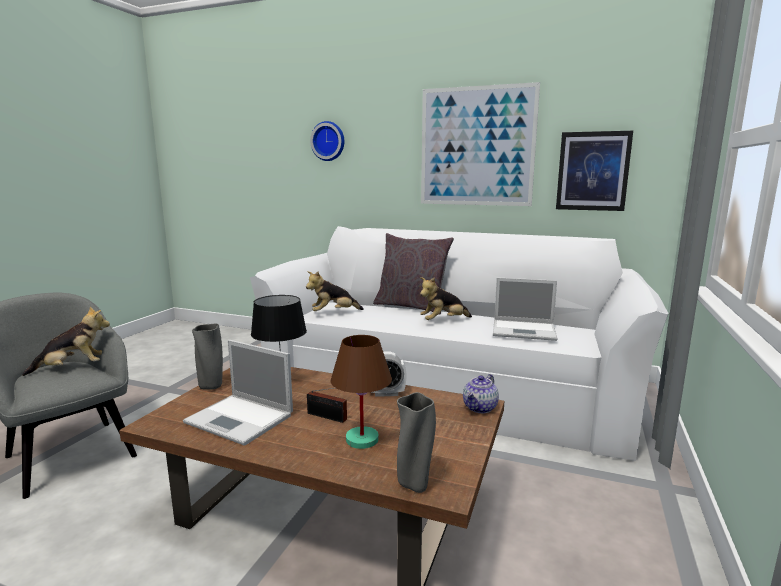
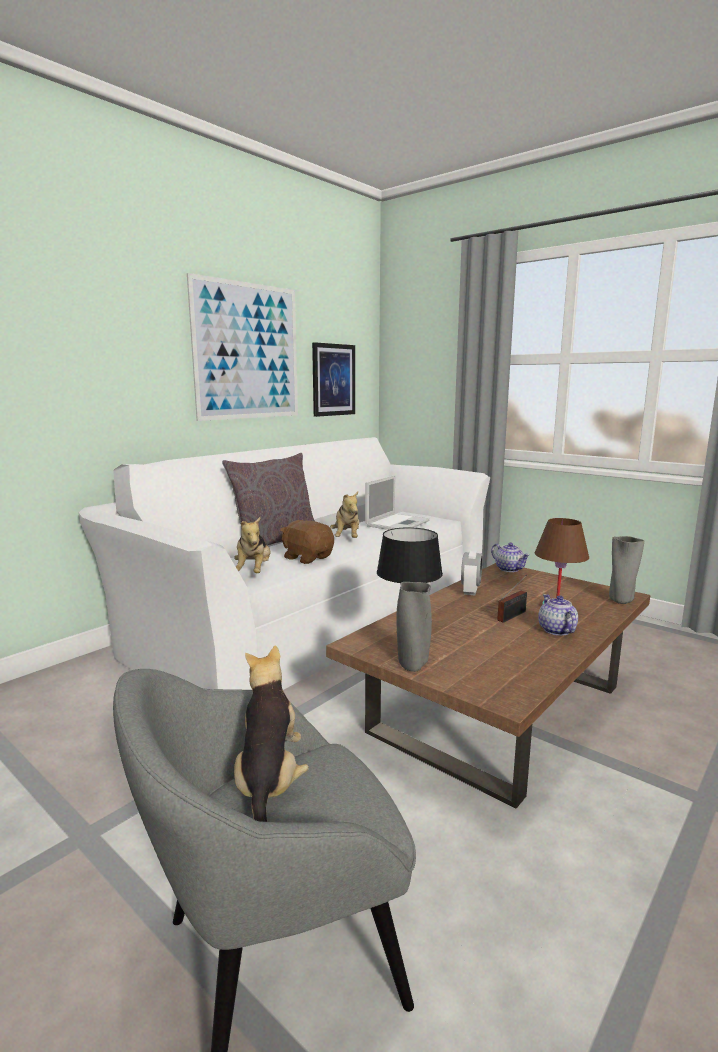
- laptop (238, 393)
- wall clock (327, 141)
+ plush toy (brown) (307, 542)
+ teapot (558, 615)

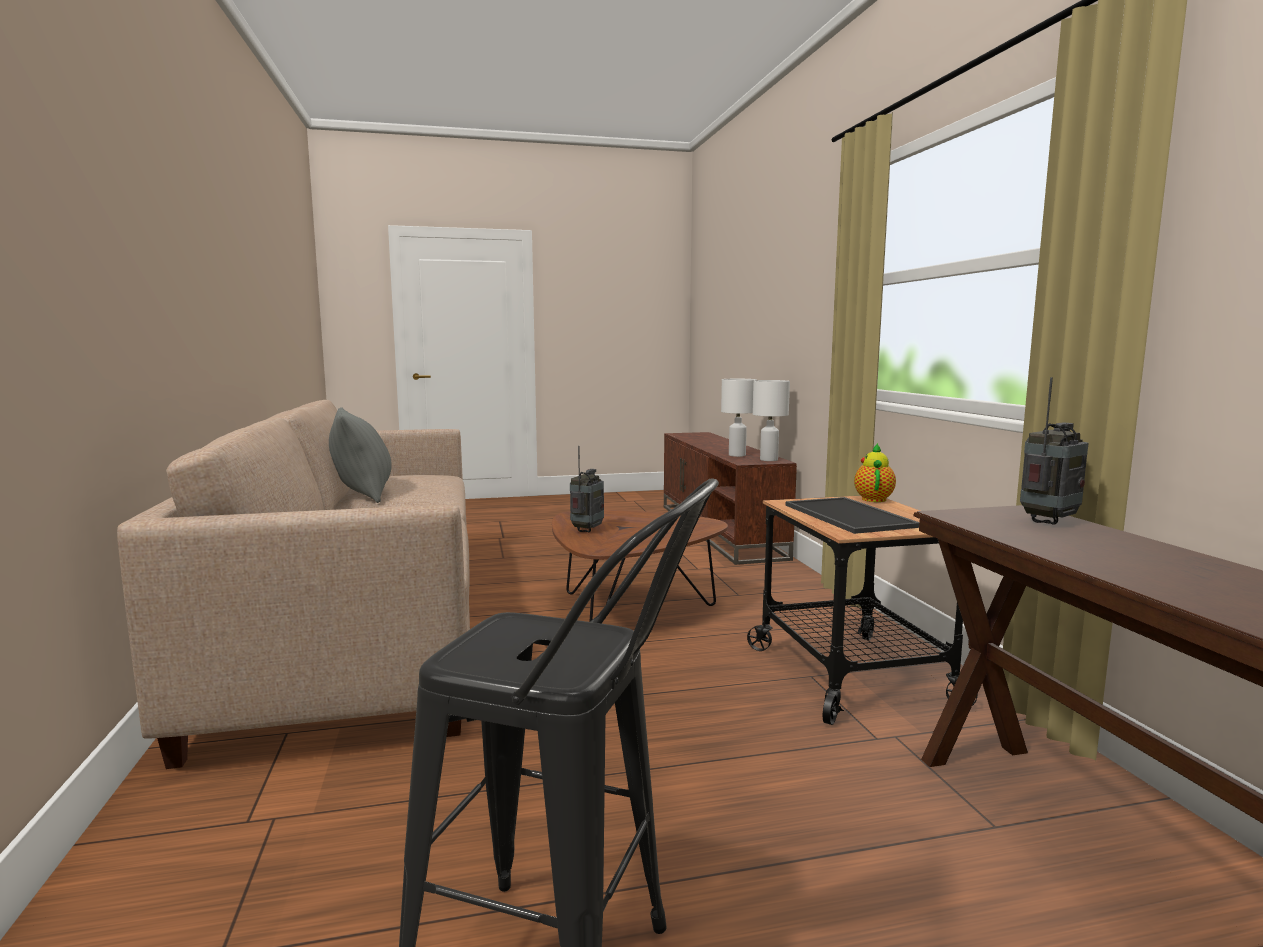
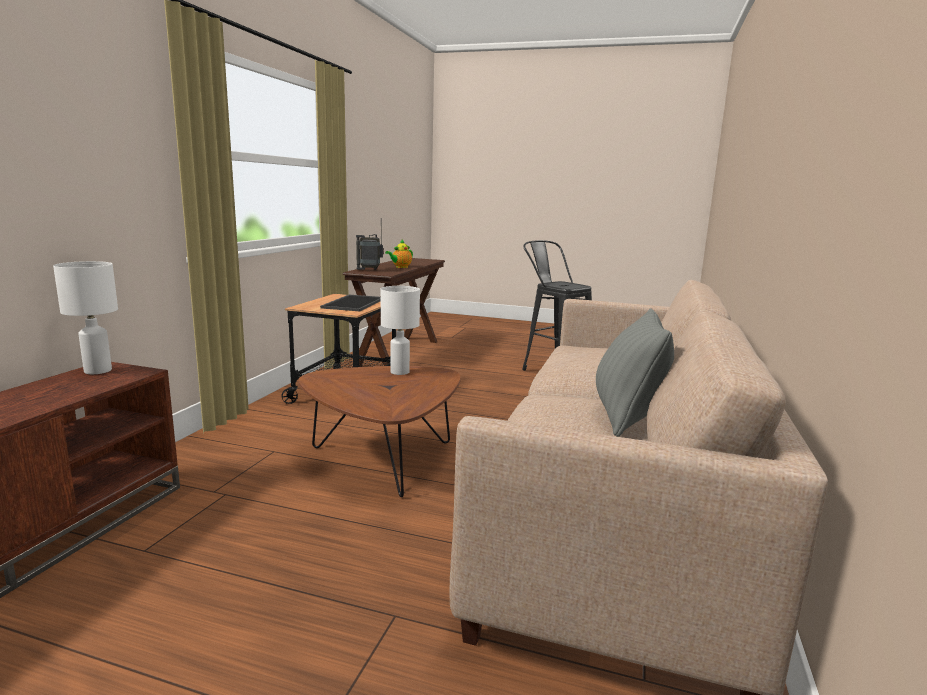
- radio (587, 489)
~ table lamp (white) (739, 418) to (400, 330)
~ teapot (875, 472) to (399, 254)

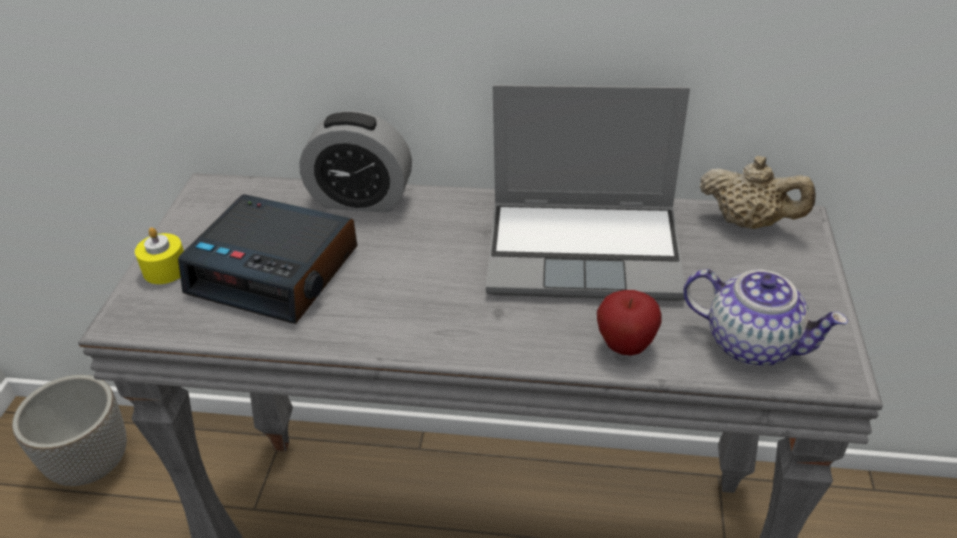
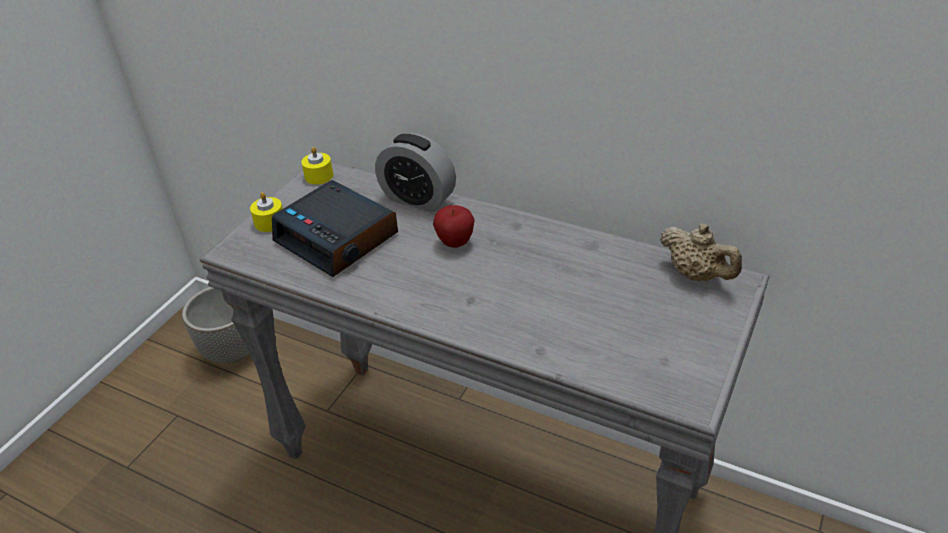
- laptop (588, 193)
- teapot (765, 317)
+ candle (yellow) (317, 165)
~ apple (629, 322) to (454, 226)

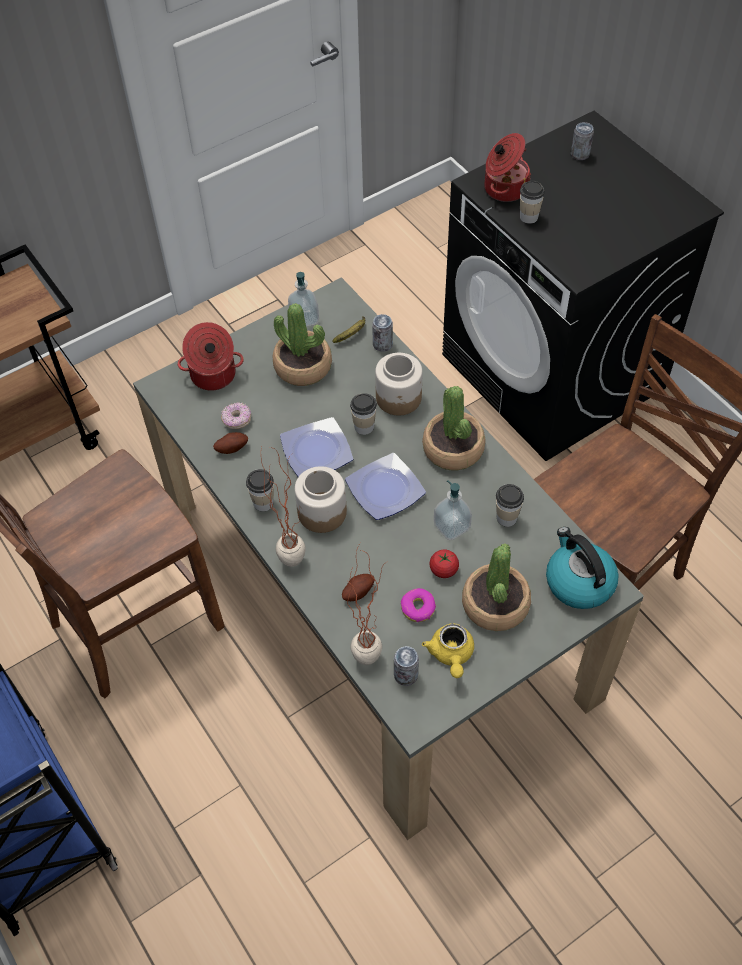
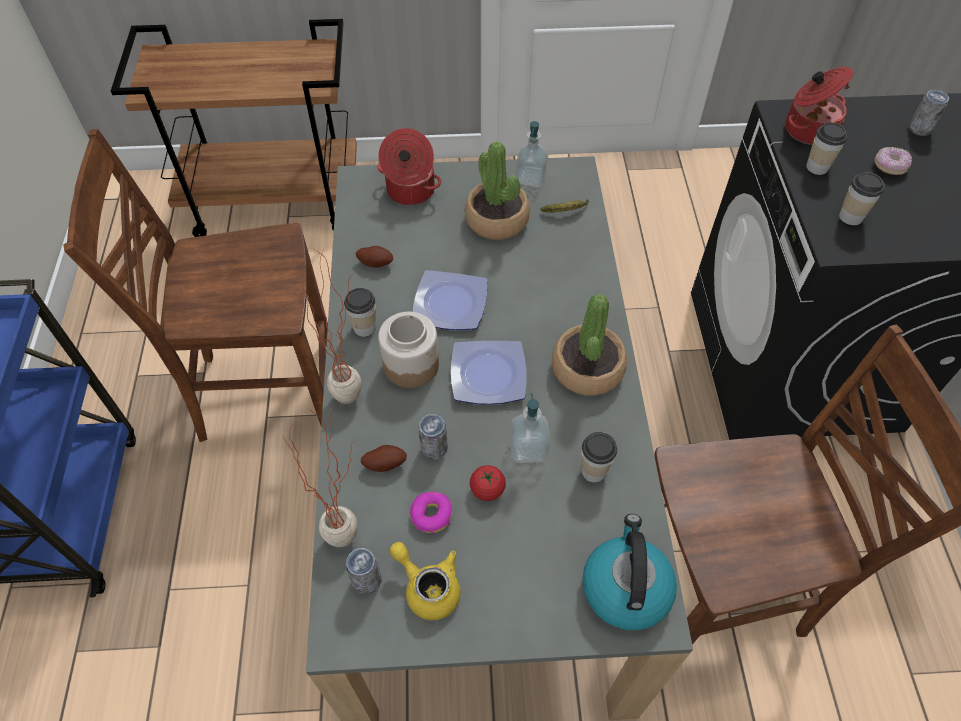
- jar (399, 384)
- potted plant (496, 587)
~ donut (236, 415) to (893, 161)
~ cup (363, 414) to (862, 198)
~ can (382, 333) to (433, 437)
~ teapot (yellow) (448, 650) = (425, 581) 105 degrees clockwise

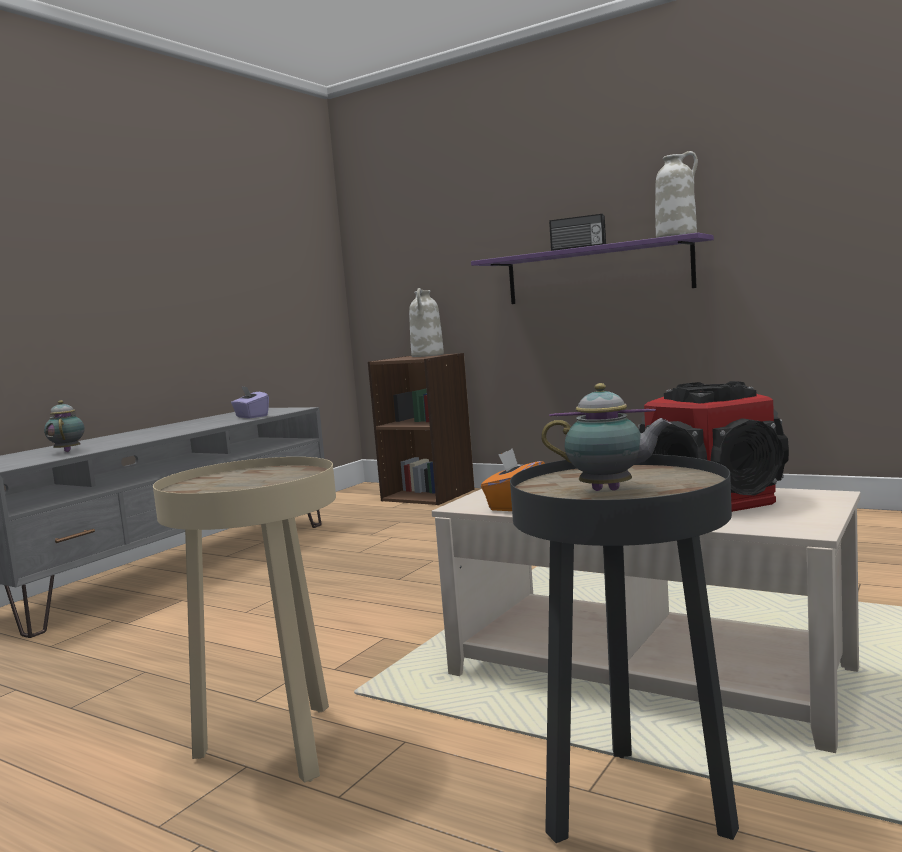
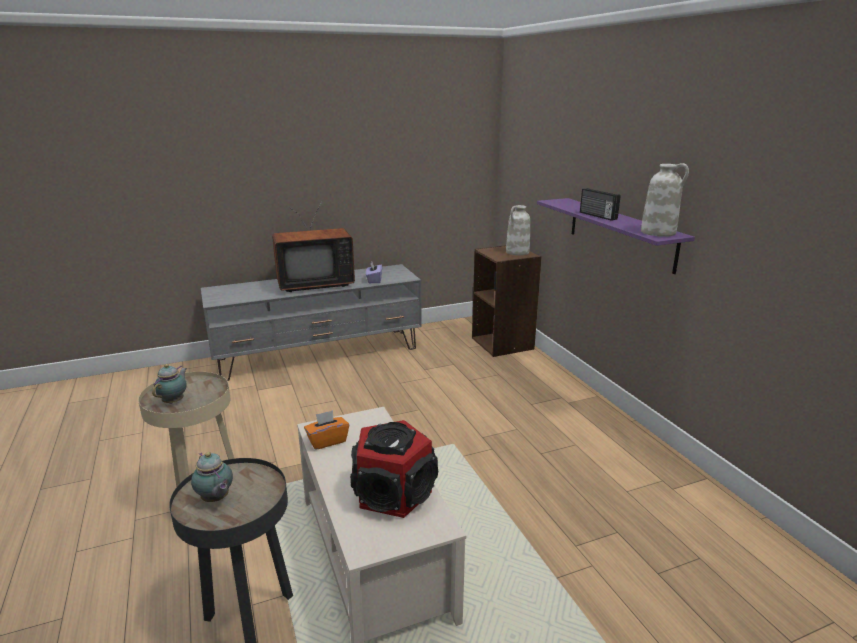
+ television (313, 247)
~ teapot (64, 426) to (169, 384)

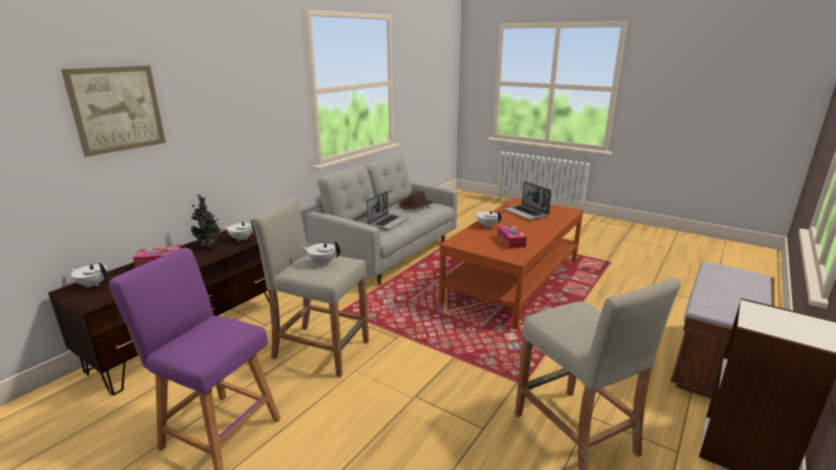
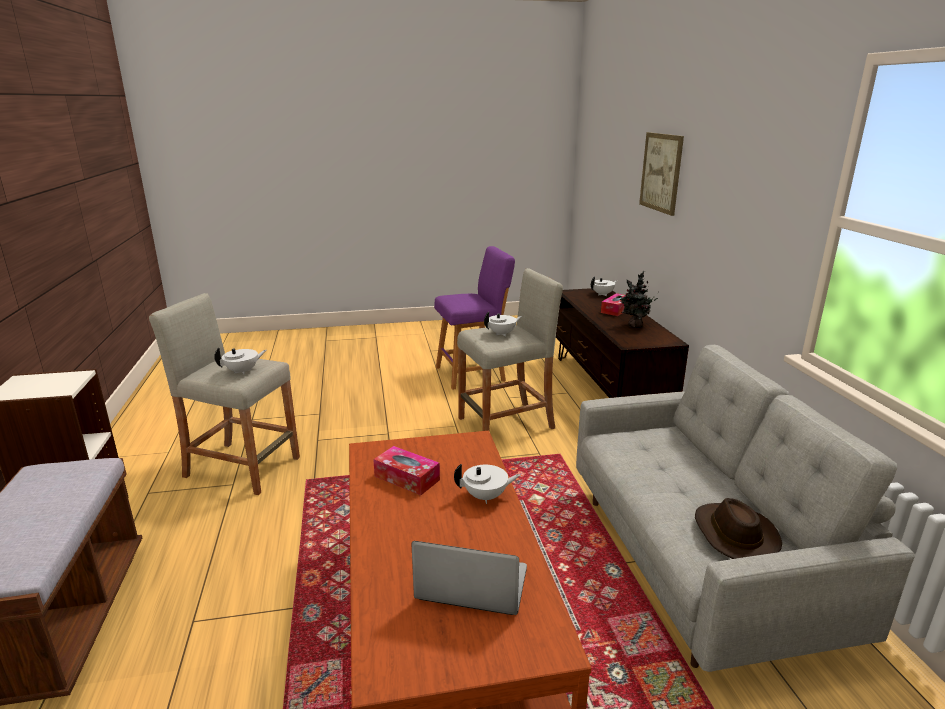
- laptop (388, 210)
~ teapot (white) (239, 231) to (240, 361)

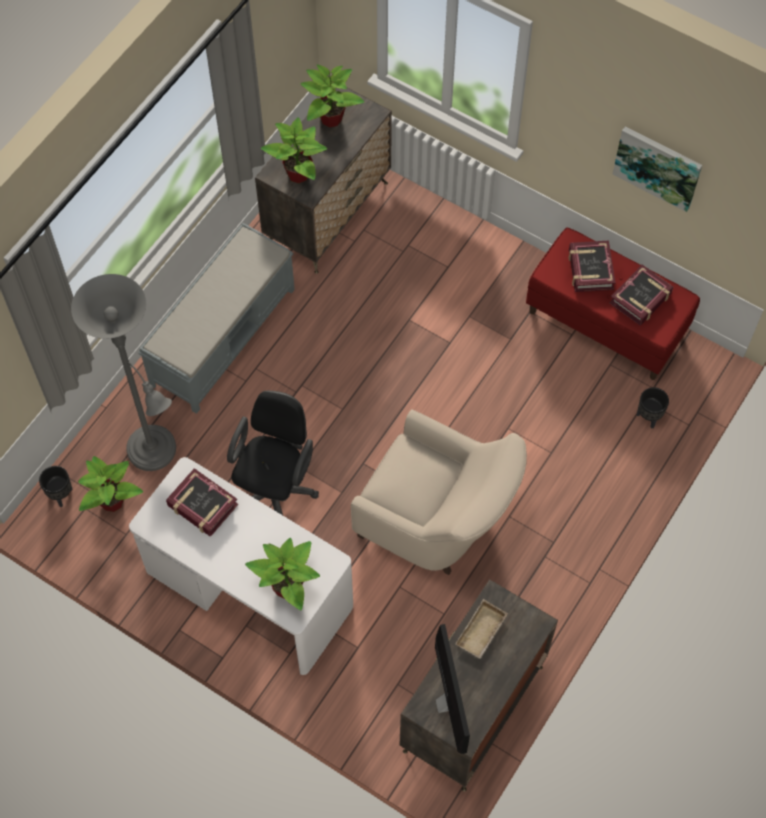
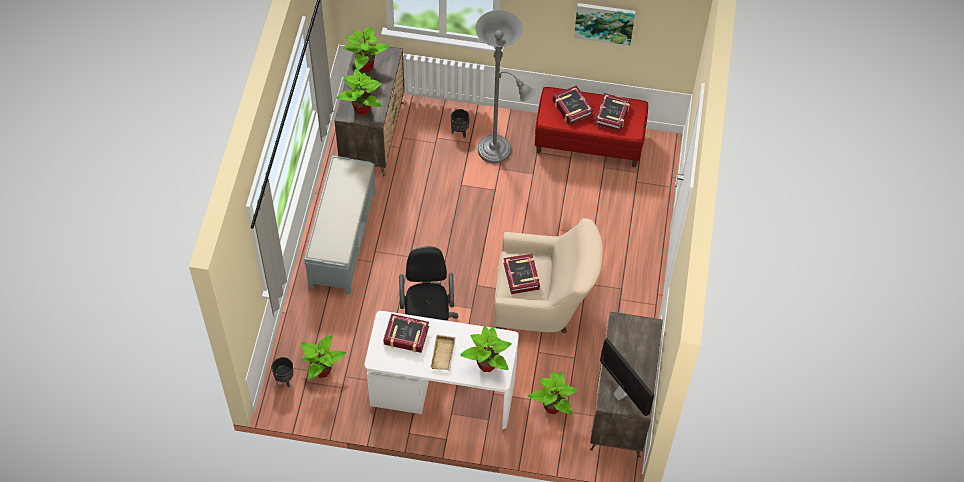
+ book (522, 274)
+ potted plant (553, 393)
~ floor lamp (grey) (123, 372) to (505, 86)
~ tray (beige) (481, 629) to (443, 353)
~ planter (black) (652, 408) to (460, 123)

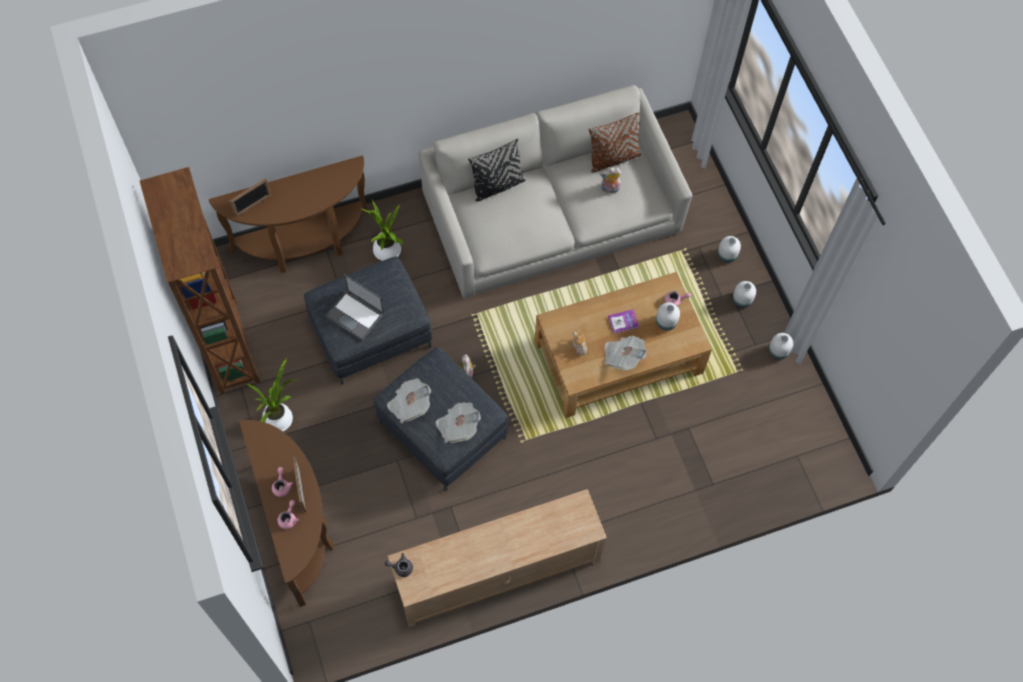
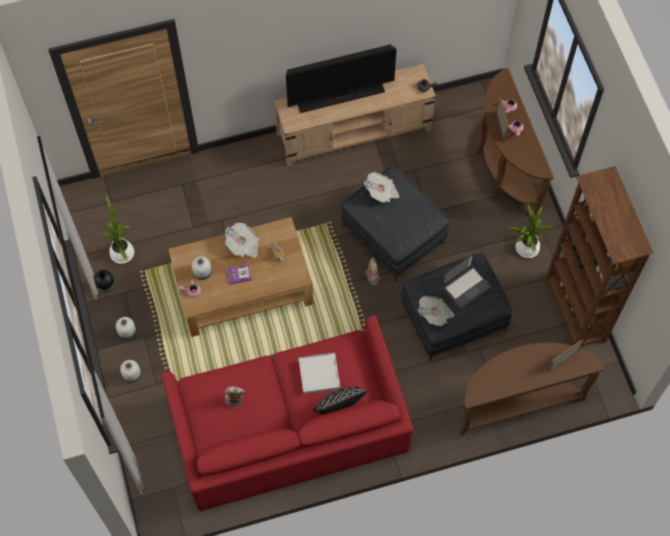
- pillow (brown) (615, 142)
+ television (341, 78)
+ tray (white) (319, 373)
~ potted plant (382, 230) to (115, 229)
~ newspaper (409, 400) to (436, 311)
~ sofa (grey) (555, 191) to sofa (red) (287, 413)
~ vase (white) (781, 346) to vase (black) (104, 281)
~ laptop (355, 307) = (466, 280) 105 degrees clockwise

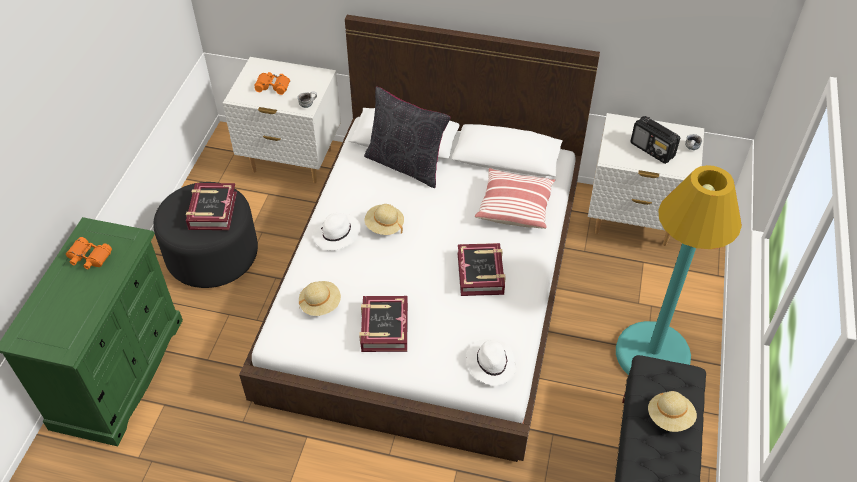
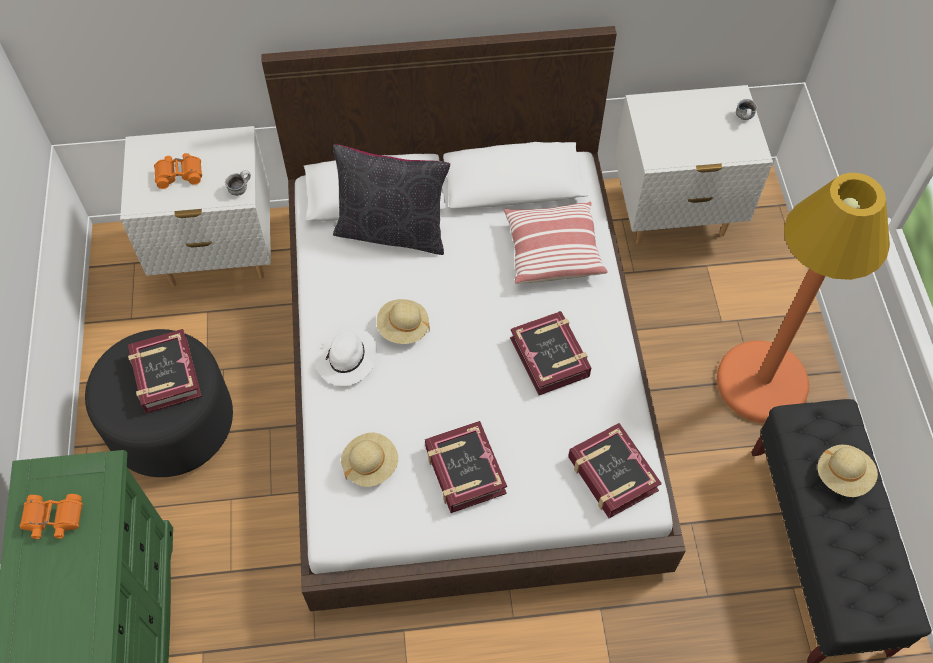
- radio (655, 140)
~ hat (white) (491, 362) to book (615, 470)
~ floor lamp (turquoise) (679, 270) to floor lamp (orange) (803, 298)

